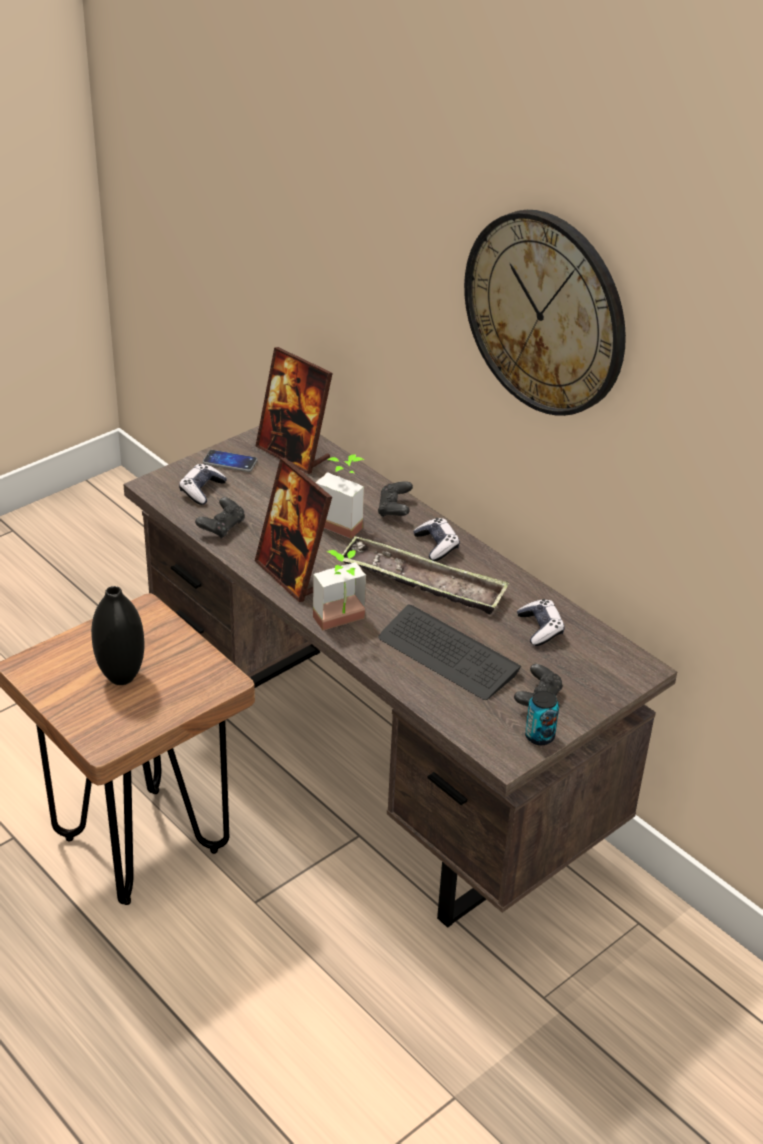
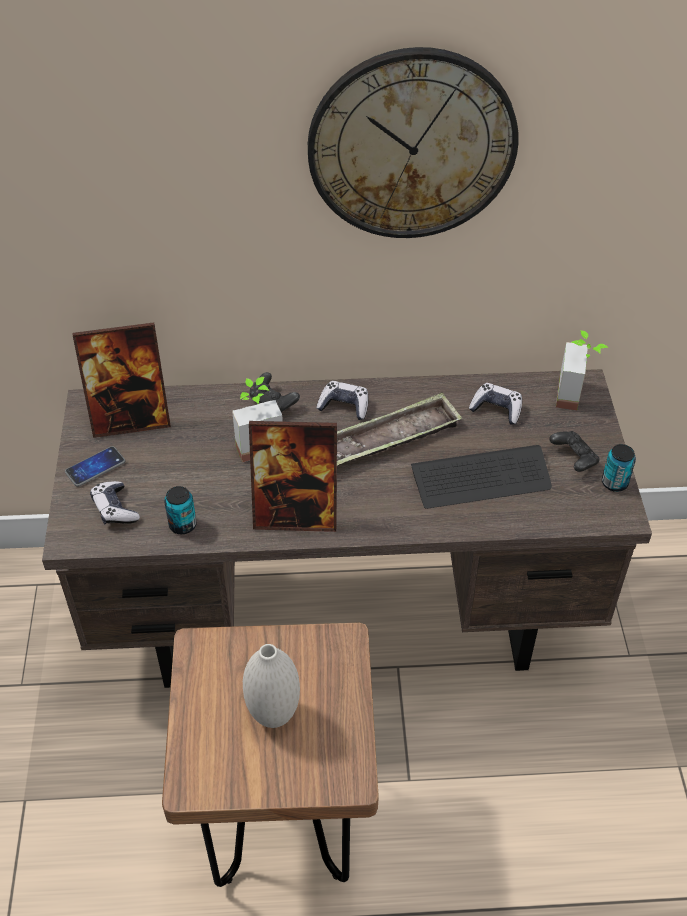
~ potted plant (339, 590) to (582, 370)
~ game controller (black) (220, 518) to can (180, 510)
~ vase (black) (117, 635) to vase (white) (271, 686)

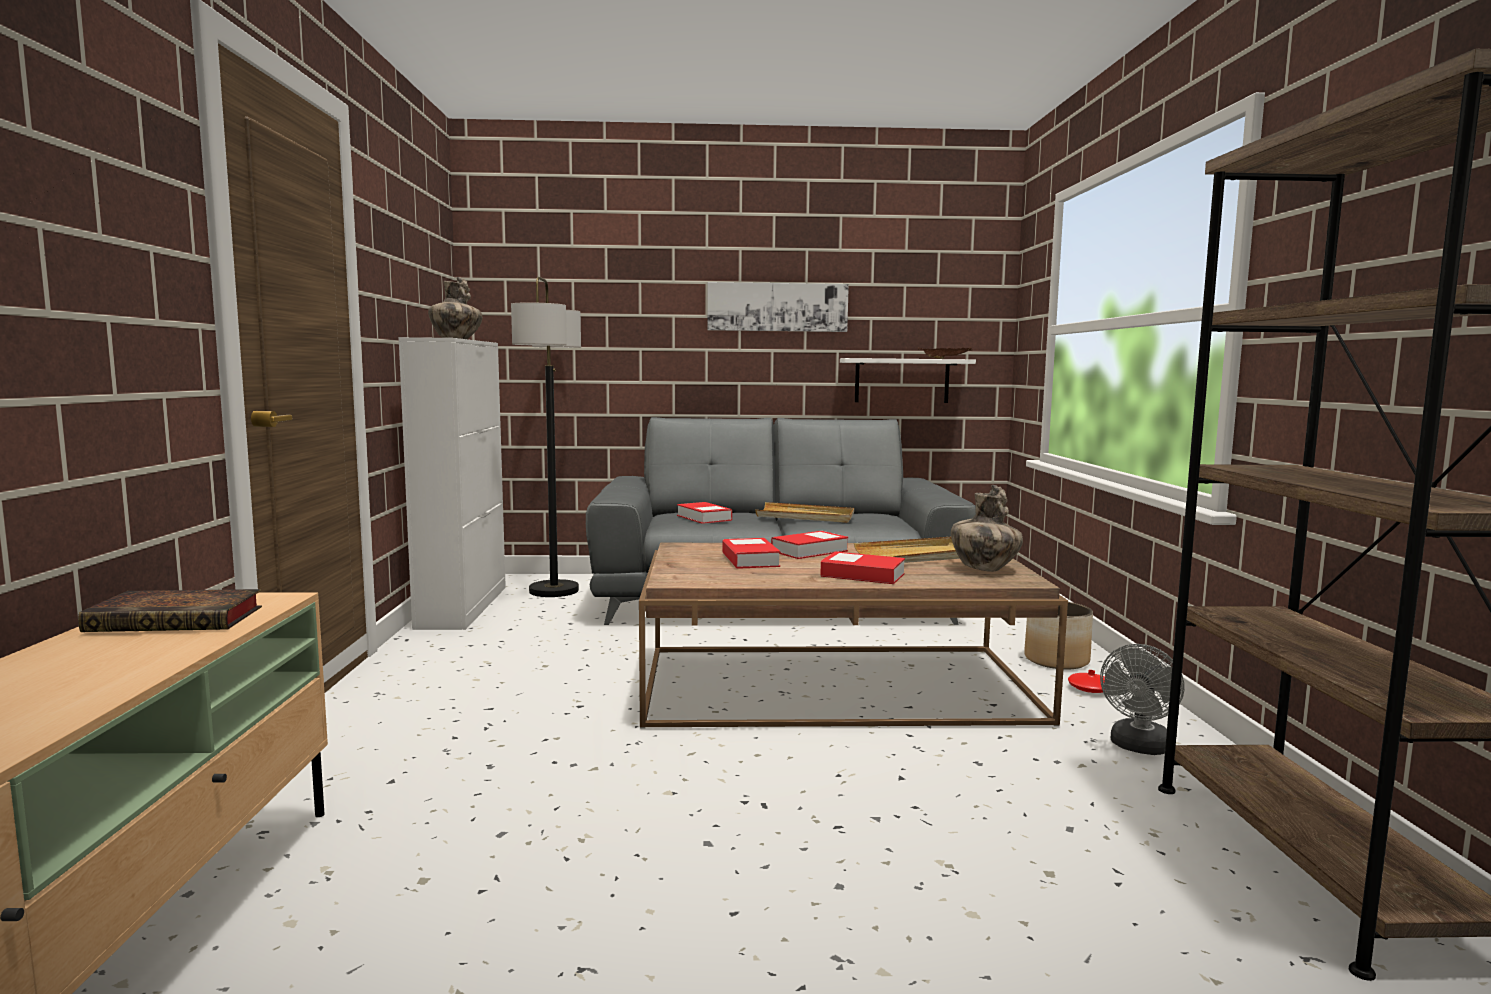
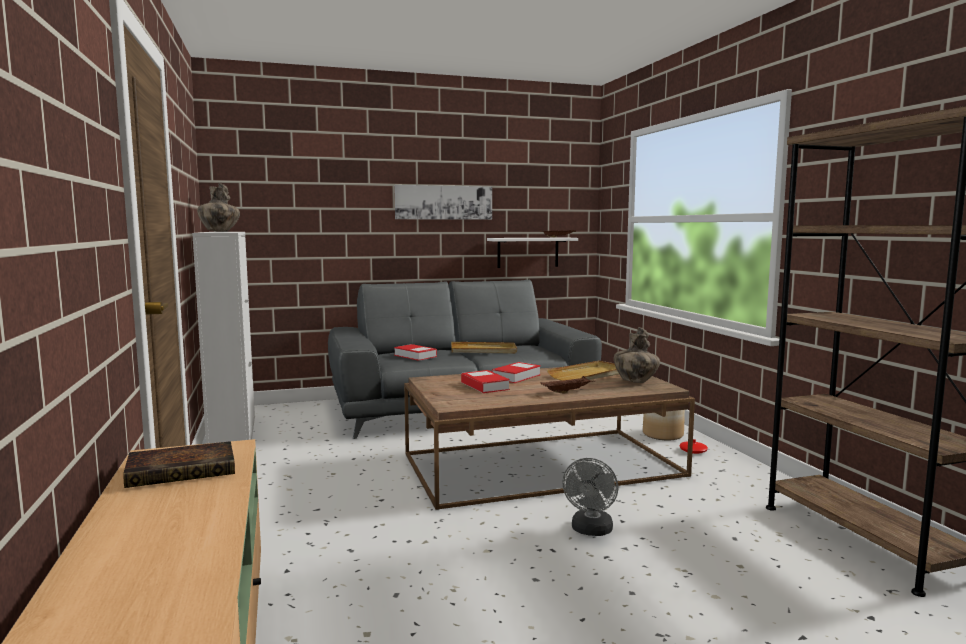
- floor lamp (546, 437)
~ fan (grey) (1142, 699) to (590, 497)
~ book (862, 568) to tray (brown) (568, 384)

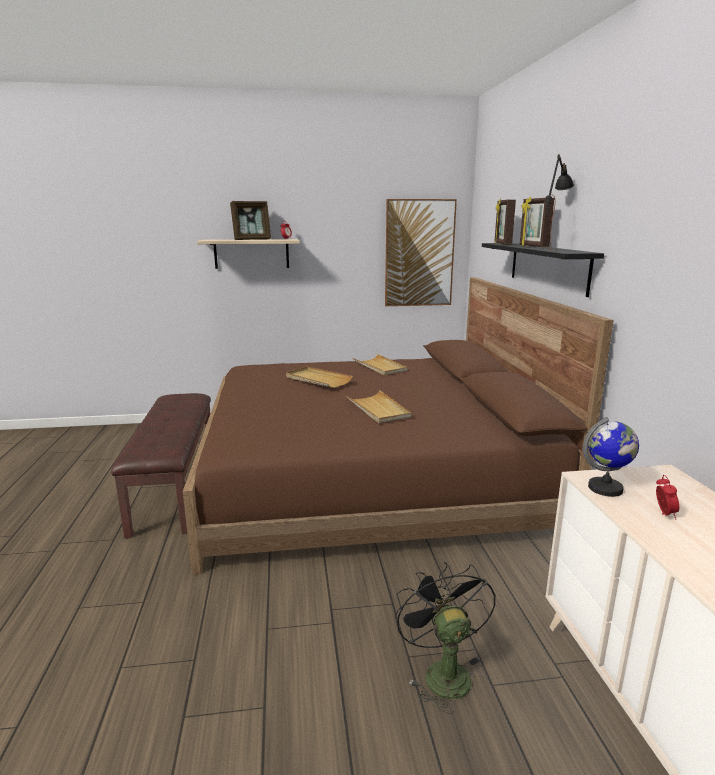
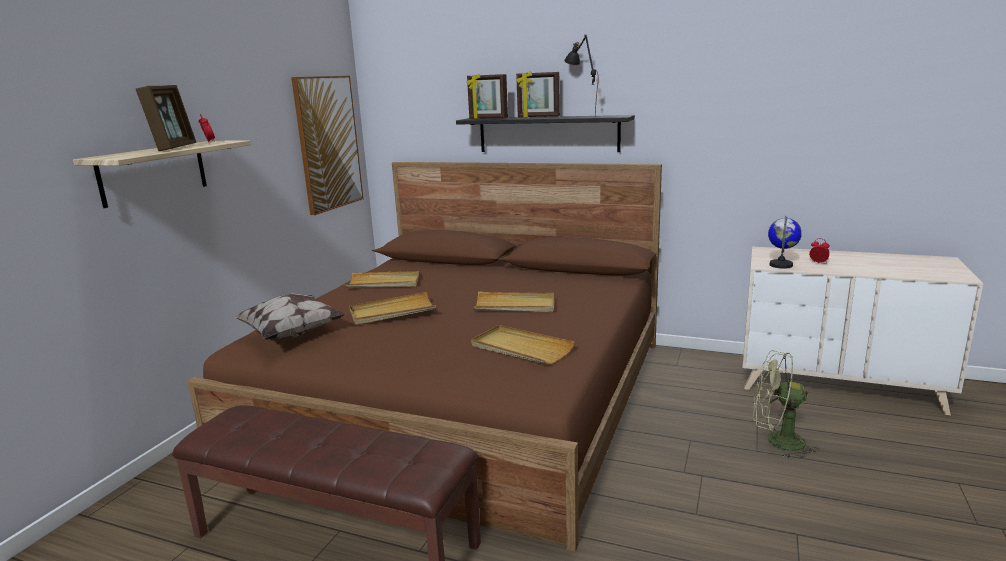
+ pillow (288, 316)
+ tray (beige) (523, 344)
~ fan (black) (445, 638) to fan (green) (786, 404)

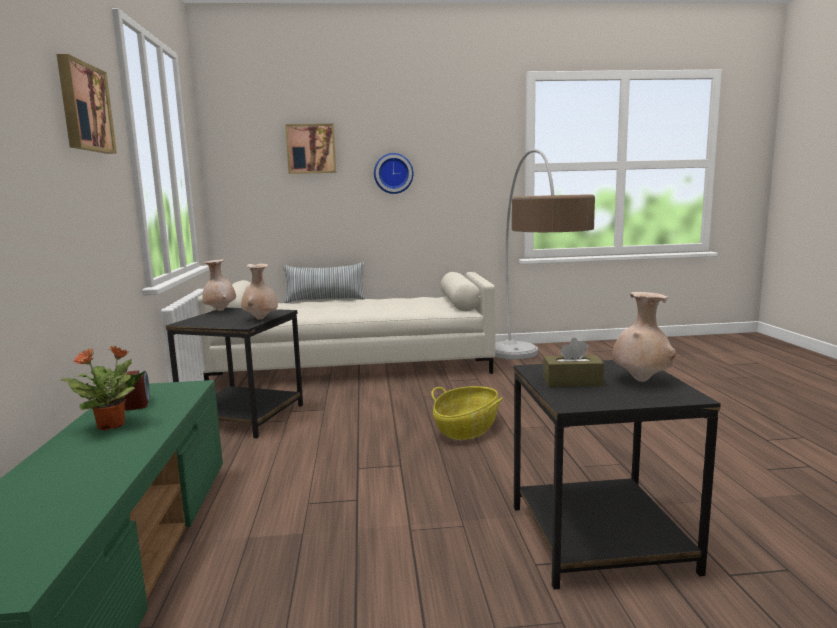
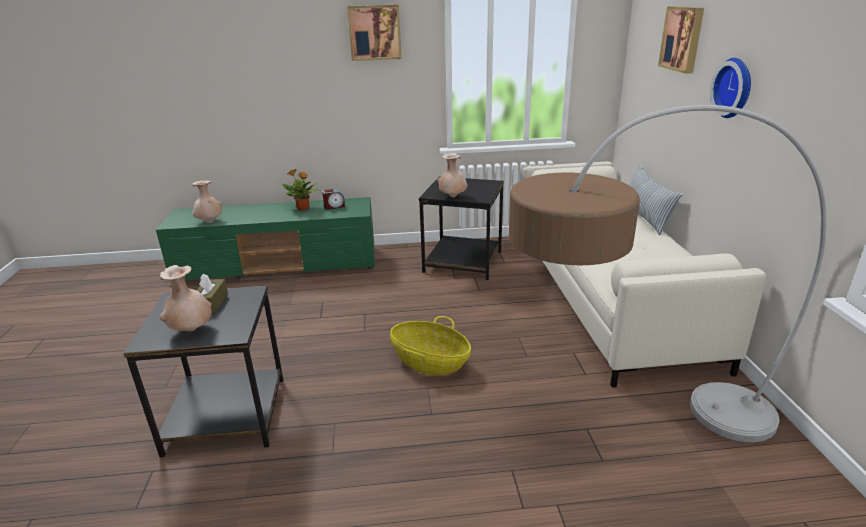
~ vase (beige) (219, 285) to (207, 202)

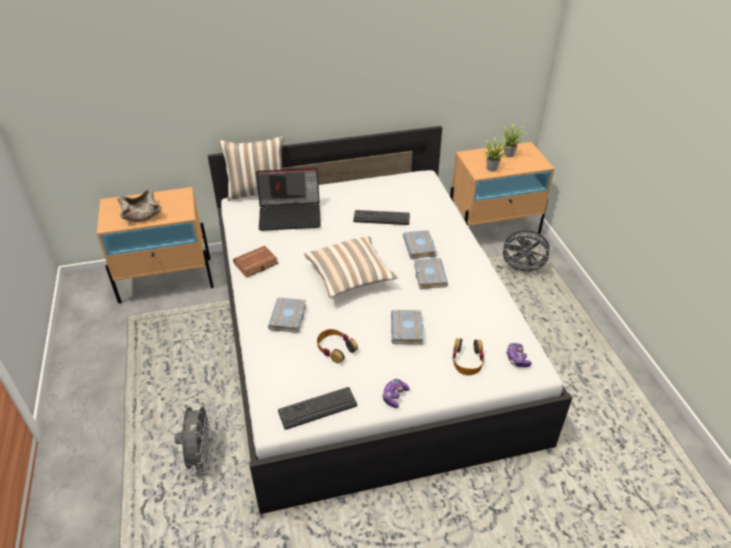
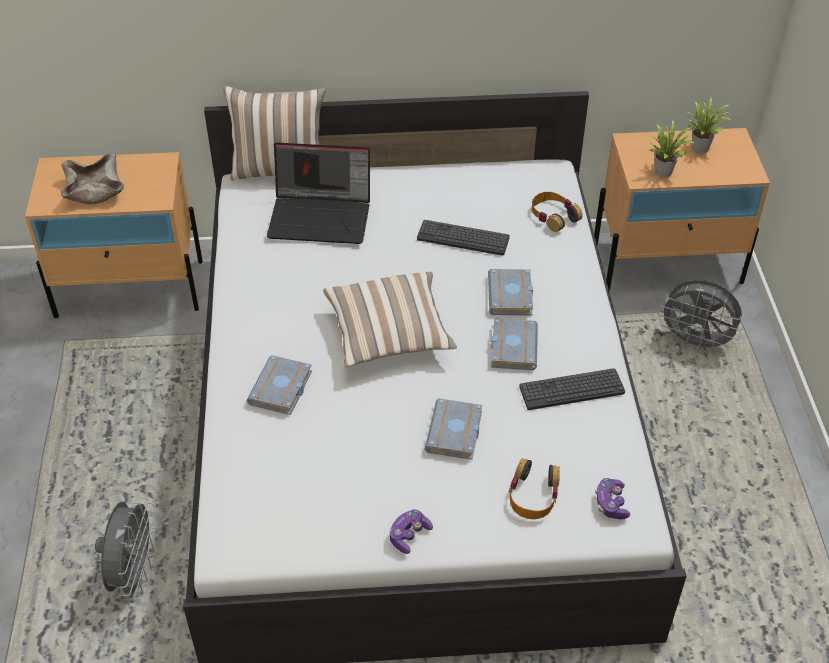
- book (brown) (255, 262)
~ keyboard (317, 408) to (572, 389)
~ headphones (337, 346) to (557, 212)

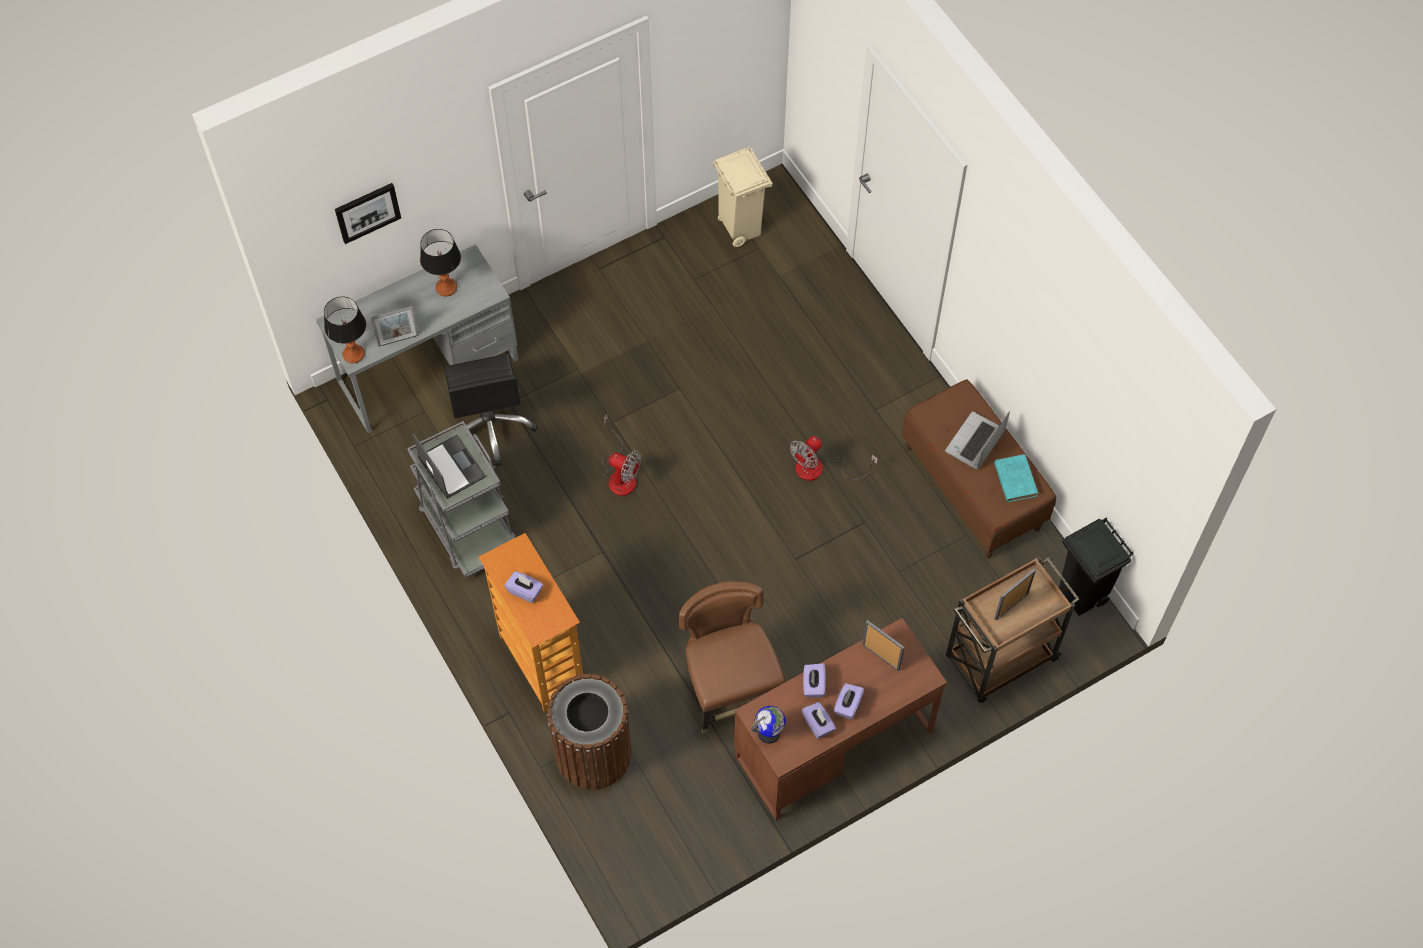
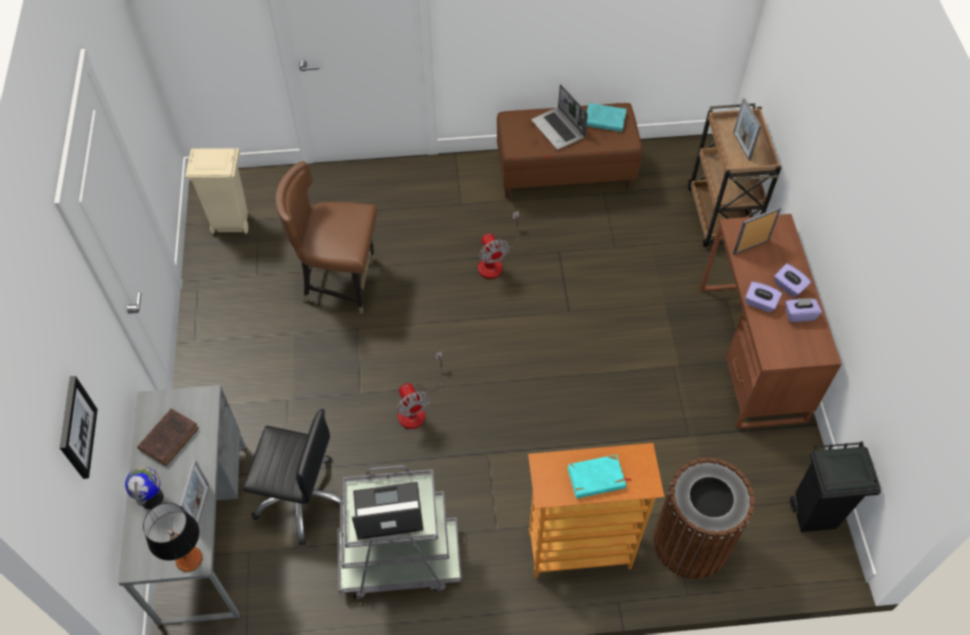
~ chair (brown) (732, 657) to (326, 237)
~ globe (768, 725) to (144, 488)
~ trash can (black) (1096, 567) to (835, 487)
~ table lamp (440, 263) to book (brown) (168, 437)
~ tissue box (purple) (524, 587) to book (turquoise) (599, 476)
~ fan (621, 455) = (420, 390) 105 degrees clockwise

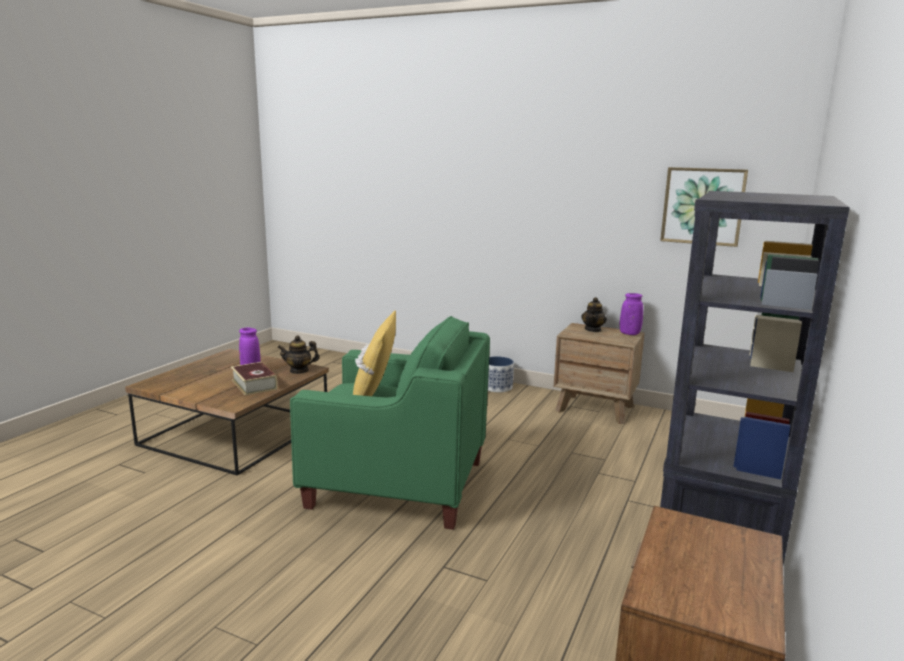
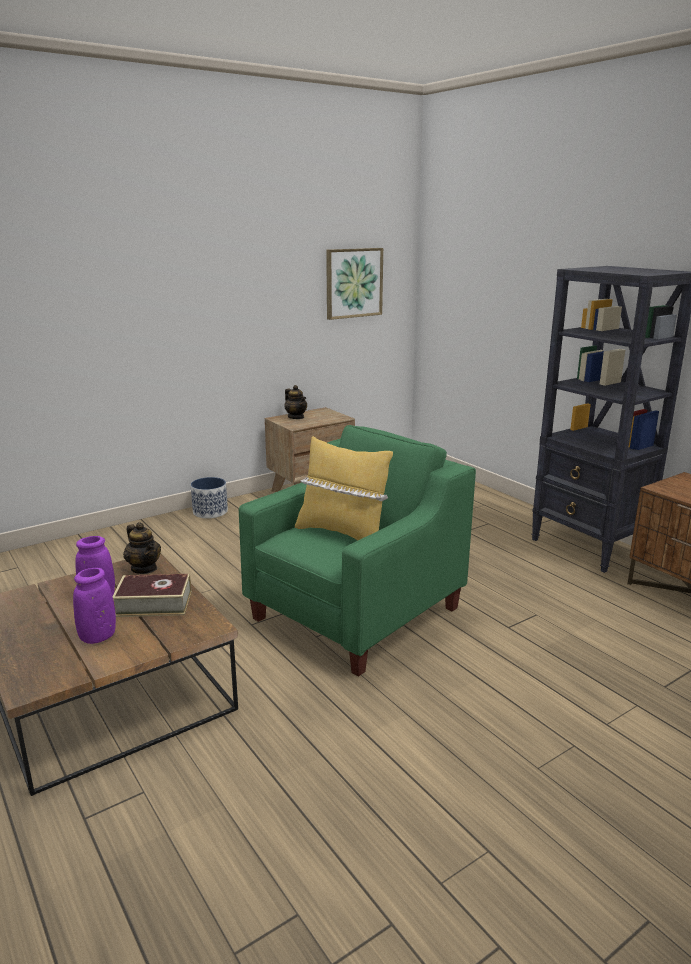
~ vase (purple) (631, 314) to (94, 606)
~ teapot (299, 355) = (142, 548) 60 degrees counterclockwise

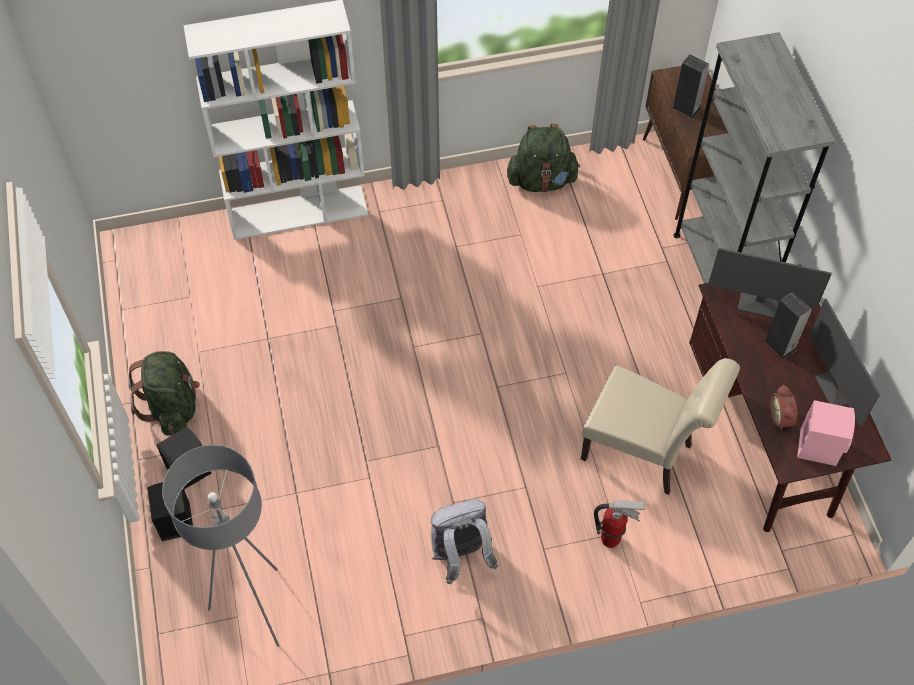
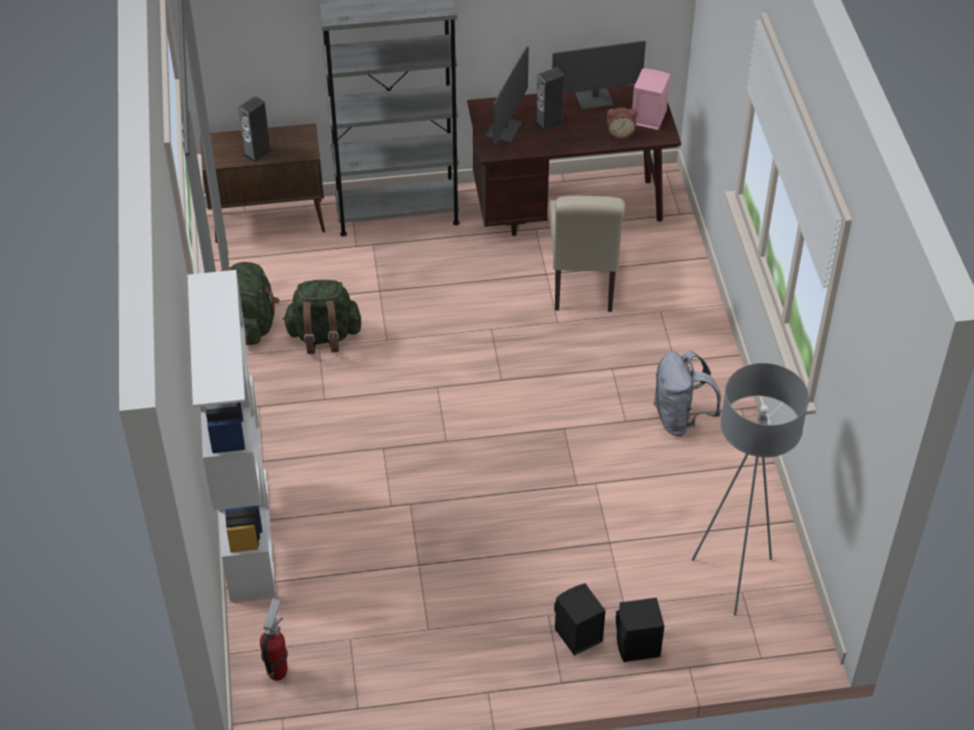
~ backpack (green) (164, 393) to (321, 317)
~ fire extinguisher (619, 524) to (274, 639)
~ chair (beige) (660, 426) = (587, 254) 150 degrees clockwise

